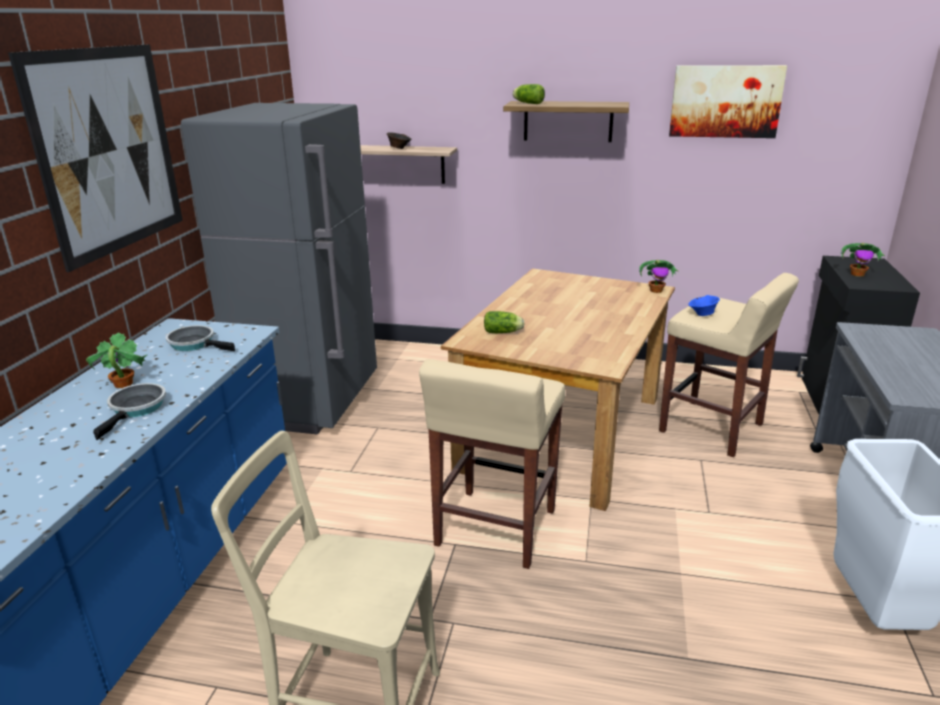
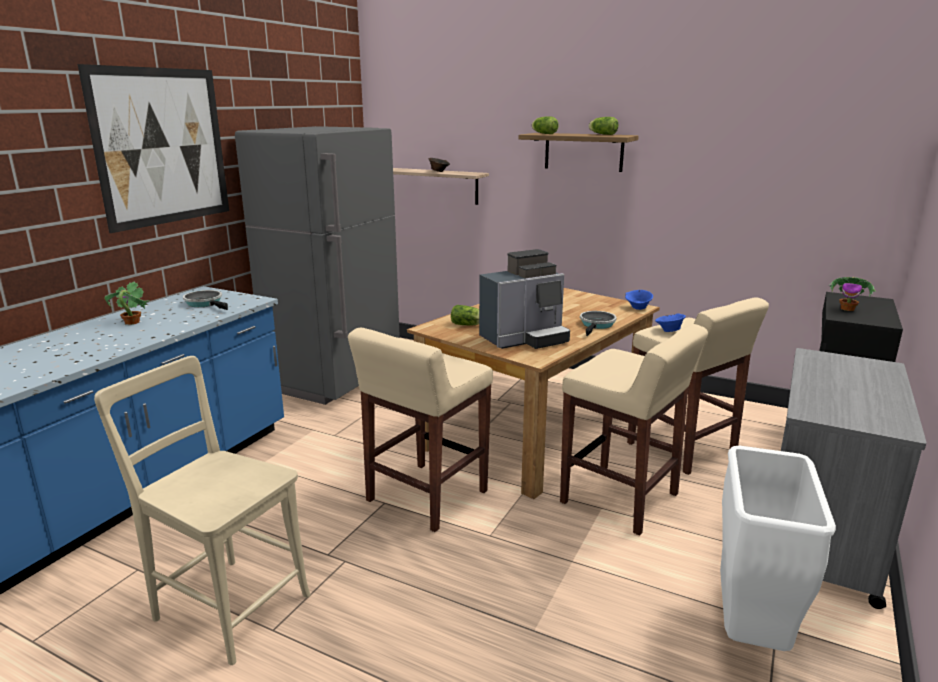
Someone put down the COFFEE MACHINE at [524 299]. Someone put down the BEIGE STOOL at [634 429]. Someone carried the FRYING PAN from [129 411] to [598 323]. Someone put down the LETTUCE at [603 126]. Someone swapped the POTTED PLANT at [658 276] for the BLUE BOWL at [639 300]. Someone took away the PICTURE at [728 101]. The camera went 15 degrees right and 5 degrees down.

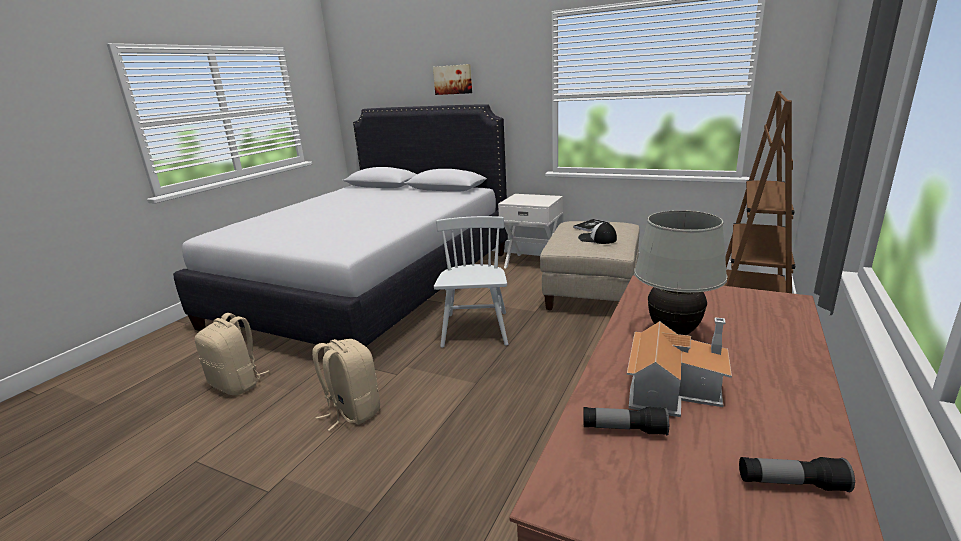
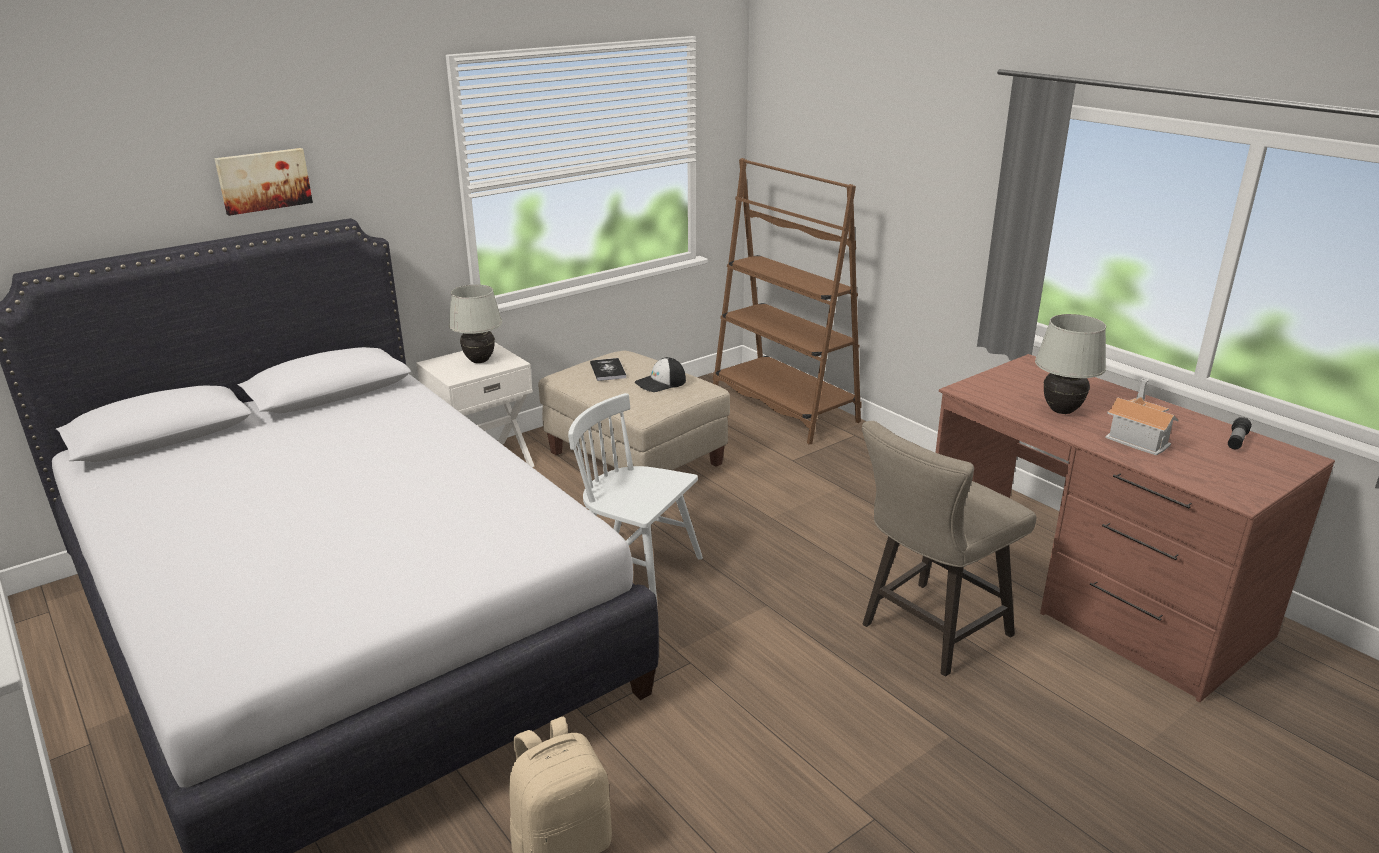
Someone put down the WHITE TABLE LAMP at [475 323]. Someone put down the BEIGE STOOL at [949 548]. Someone took away the BEIGE BACKPACK at [346 385]. Someone took away the FLASHLIGHT at [626 421]. The camera went 65 degrees left and 5 degrees up.

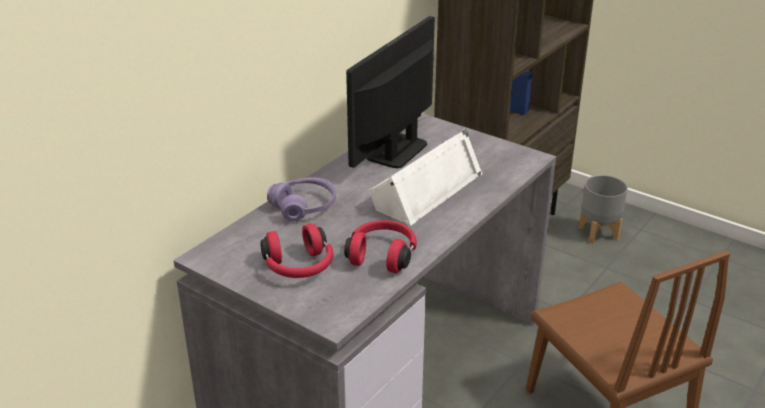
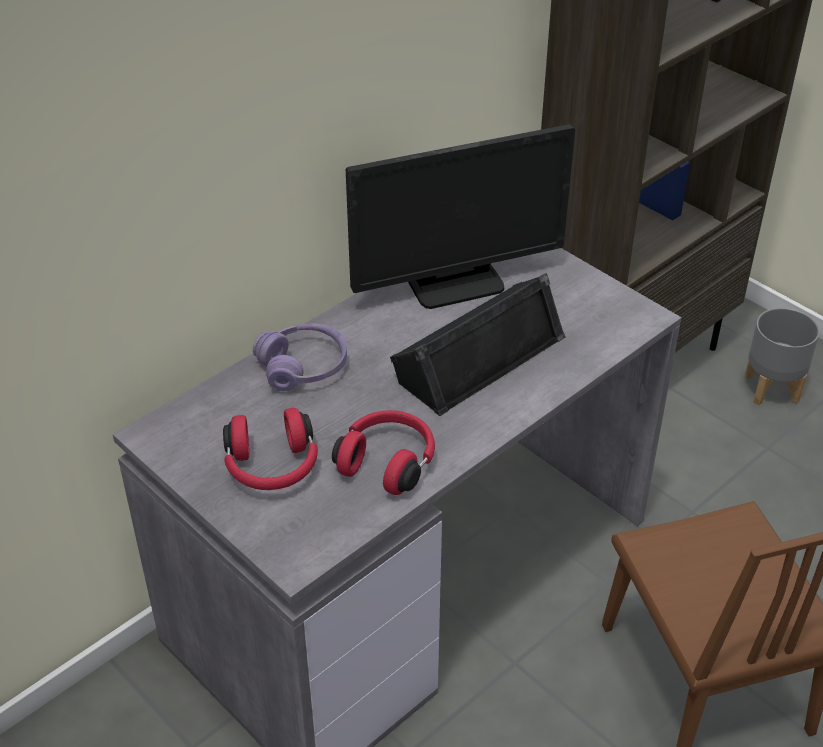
Someone rotated the MONITOR at [390 92] by 150 degrees counterclockwise. Someone repainted the WHITE SPEAKER at [425 177], which became the BLACK SPEAKER at [477 344]. The camera went 10 degrees right and 10 degrees up.

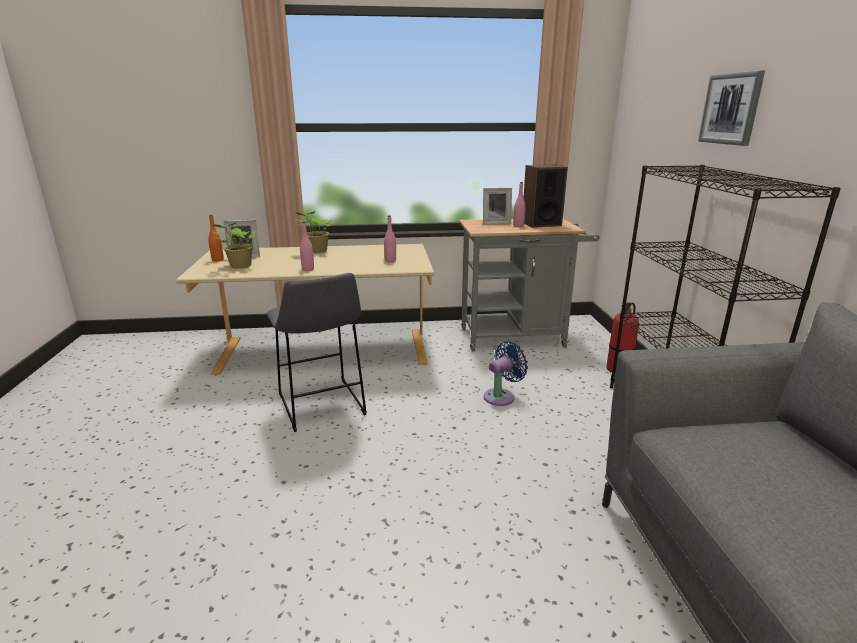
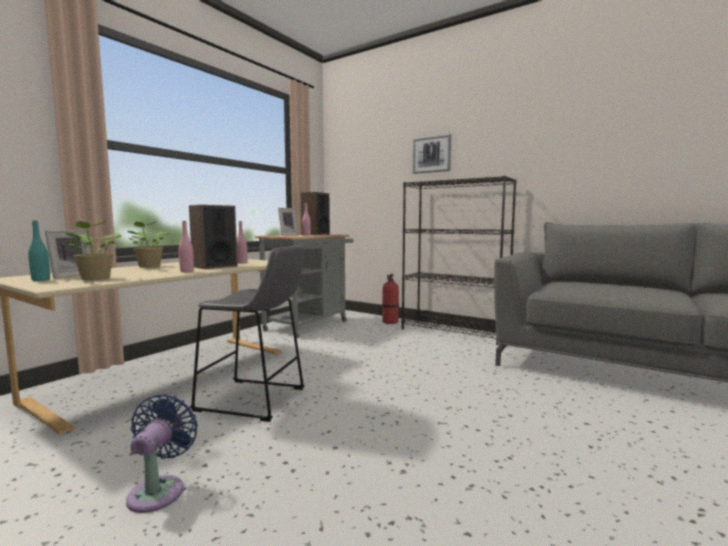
Someone repainted the ORANGE BOTTLE at [216 238], which became the TURQUOISE BOTTLE at [39 251]. Someone carried the BLUE FAN from [506 373] to [162 453]. Someone put down the SPEAKER at [213 237]. The camera went 50 degrees left and 15 degrees down.

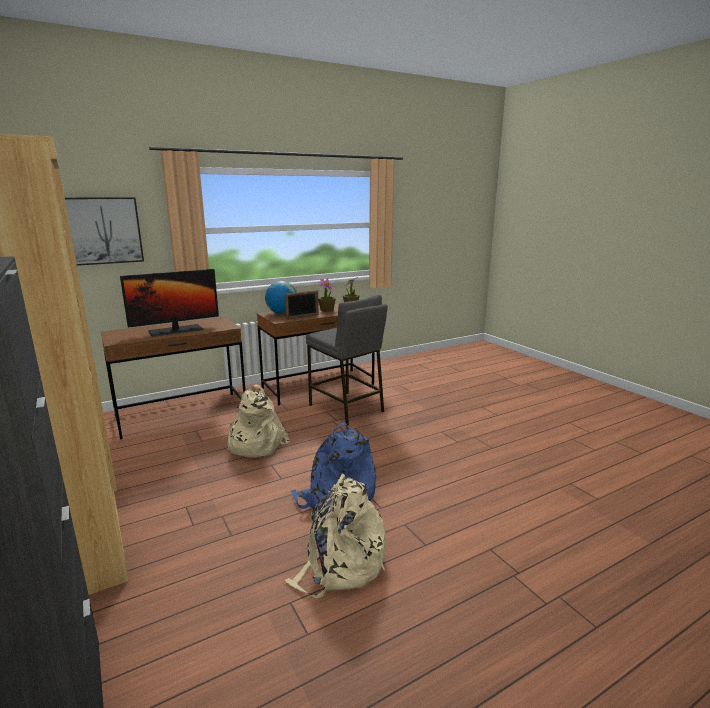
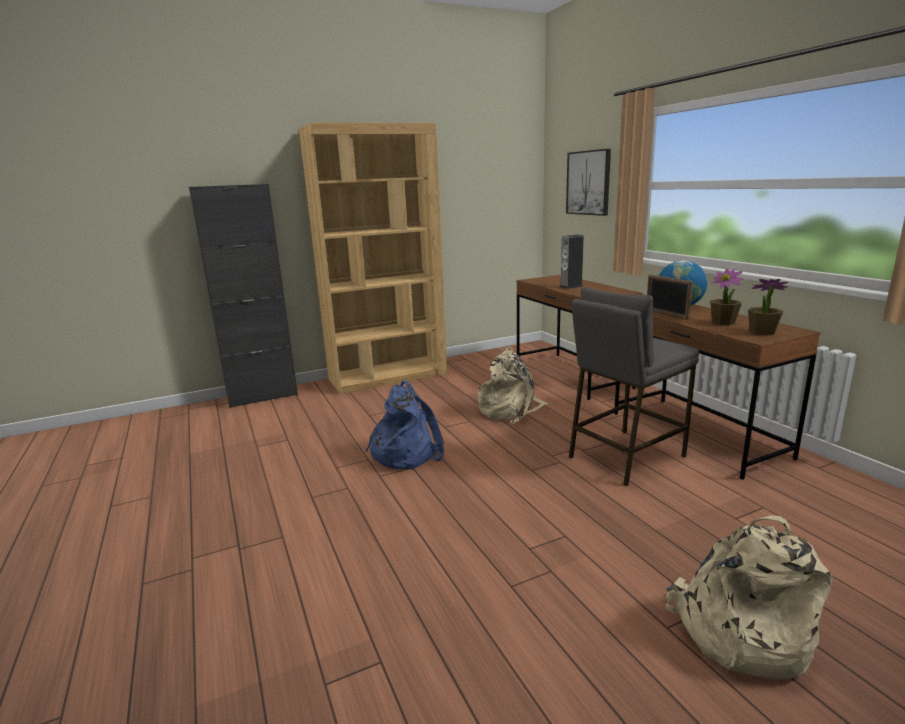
Someone swapped the MONITOR at [169 303] for the SPEAKER at [572 262]. Someone carried the BEIGE BACKPACK from [335 535] to [749 597]. The camera went 95 degrees right and 0 degrees up.

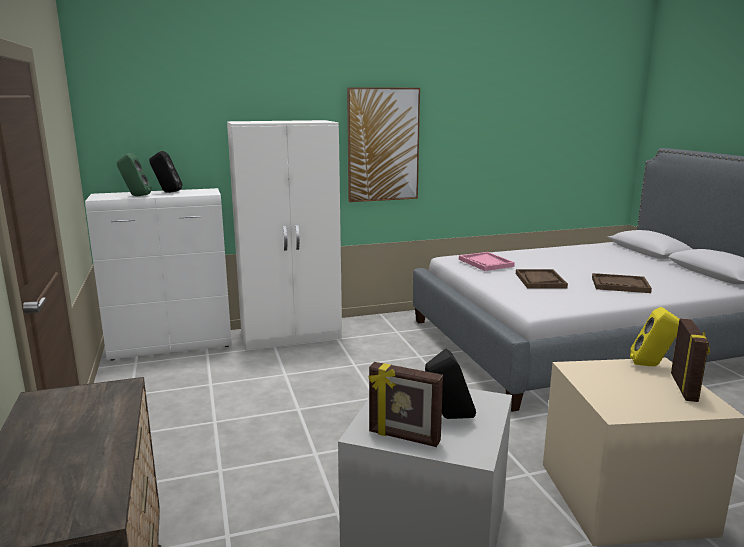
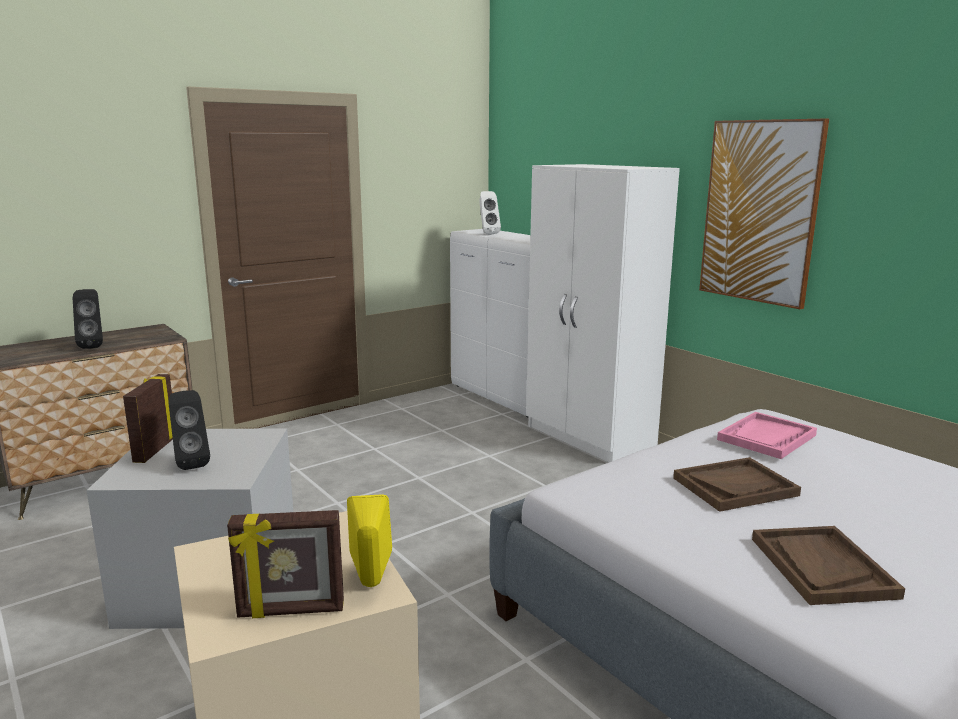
Someone carried the BLACK SPEAKER from [165 172] to [88 319]. Someone repainted the GREEN SPEAKER at [134 174], which became the WHITE SPEAKER at [490 213]. The camera went 70 degrees right and 0 degrees up.

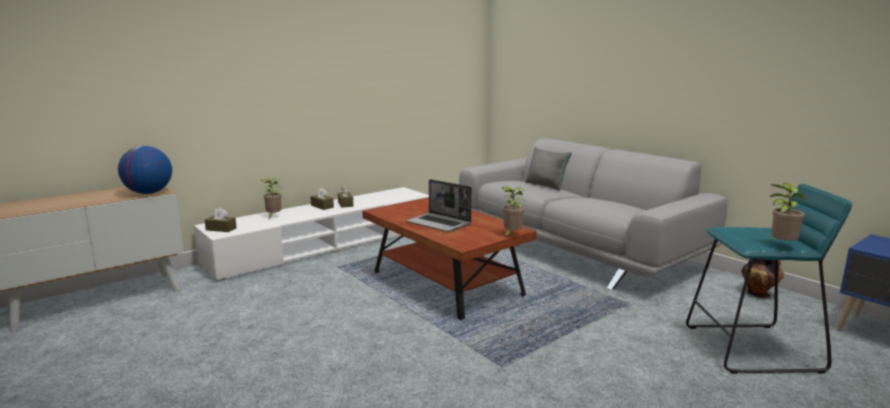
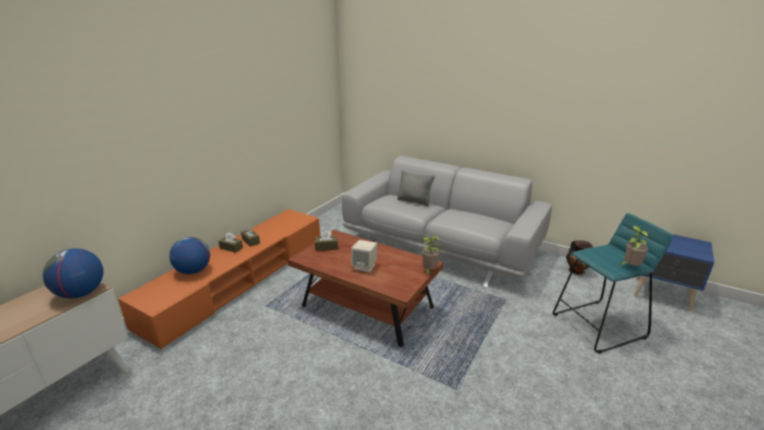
Someone repainted the WHITE TV STAND at [311 234], which became the ORANGE TV STAND at [219 279]. Someone swapped the POTTED PLANT at [271 198] for the GLOBE at [189 255]. Someone carried the BROWN TISSUE BOX from [221 220] to [326 240]. Someone swapped the LAPTOP at [439 205] for the BEIGE SPEAKER at [364 256]. The camera went 20 degrees left and 10 degrees up.

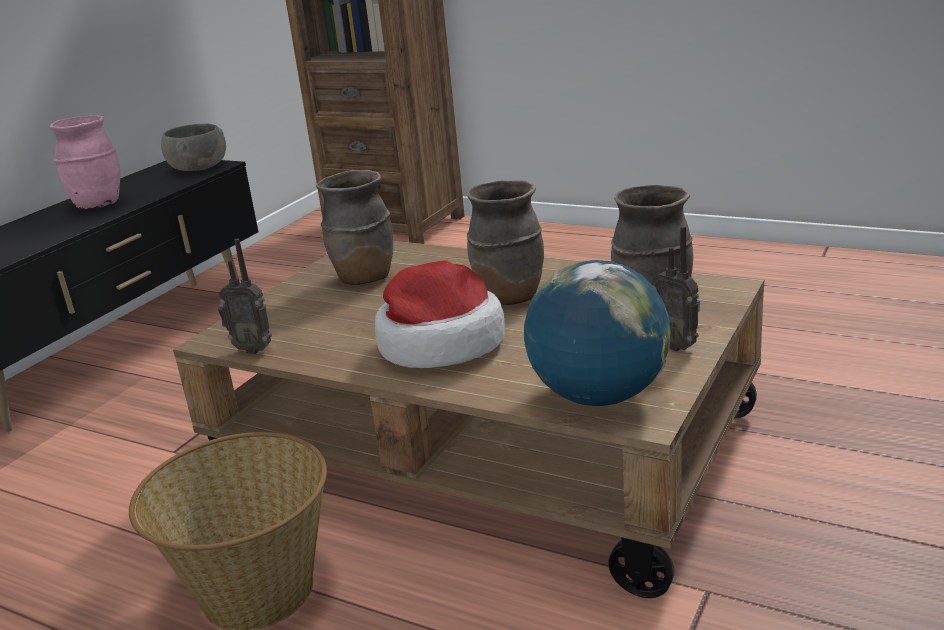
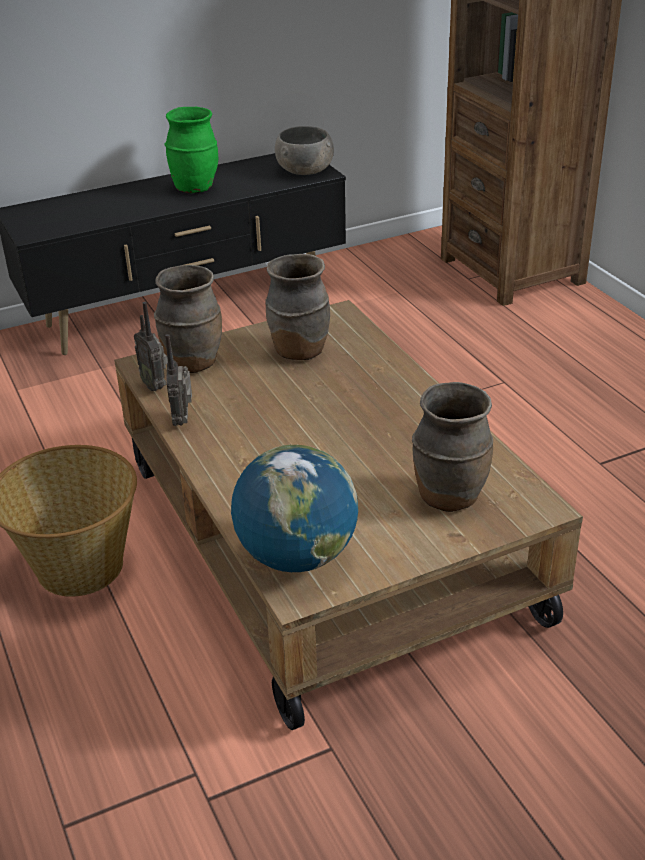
Someone carried the BROWN VASE from [505 242] to [188 319]. Someone repainted the PINK VASE at [85 162], which became the GREEN VASE at [191 150]. Someone carried the RADIO from [676 289] to [178 380]. Someone took away the HAT at [440 314]. The camera went 35 degrees right and 10 degrees up.

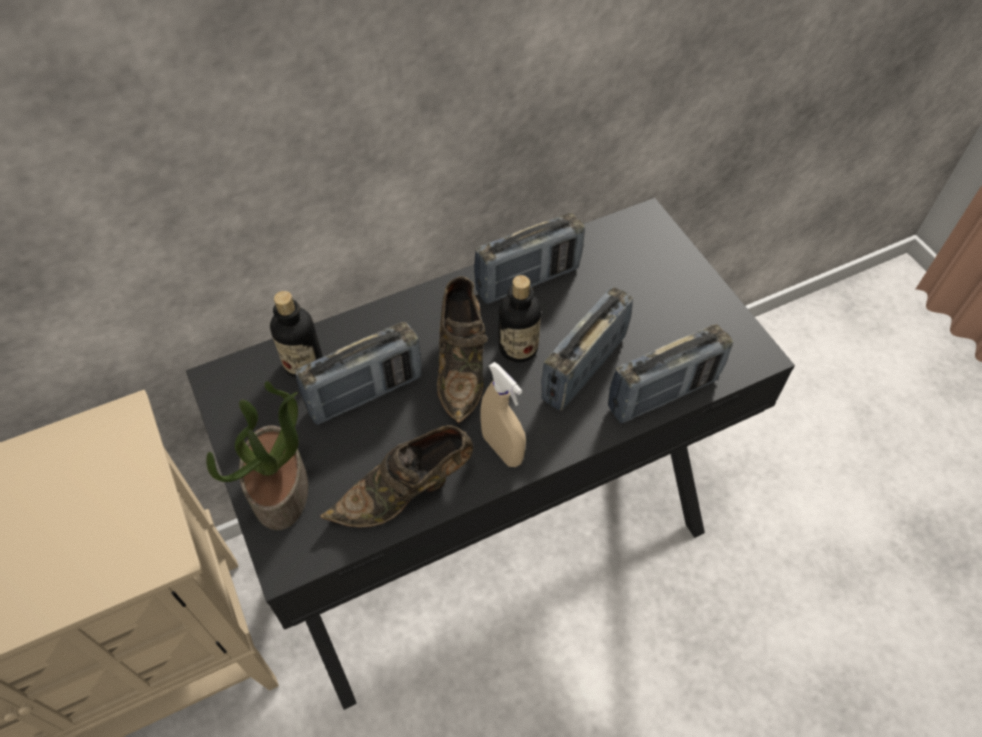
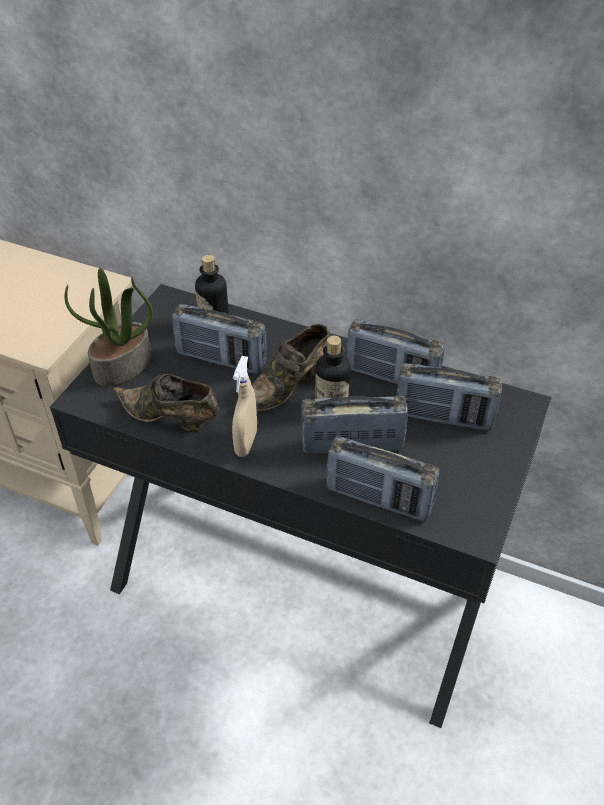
Someone put down the RADIO at [449 396]. The camera went 50 degrees right and 10 degrees down.

